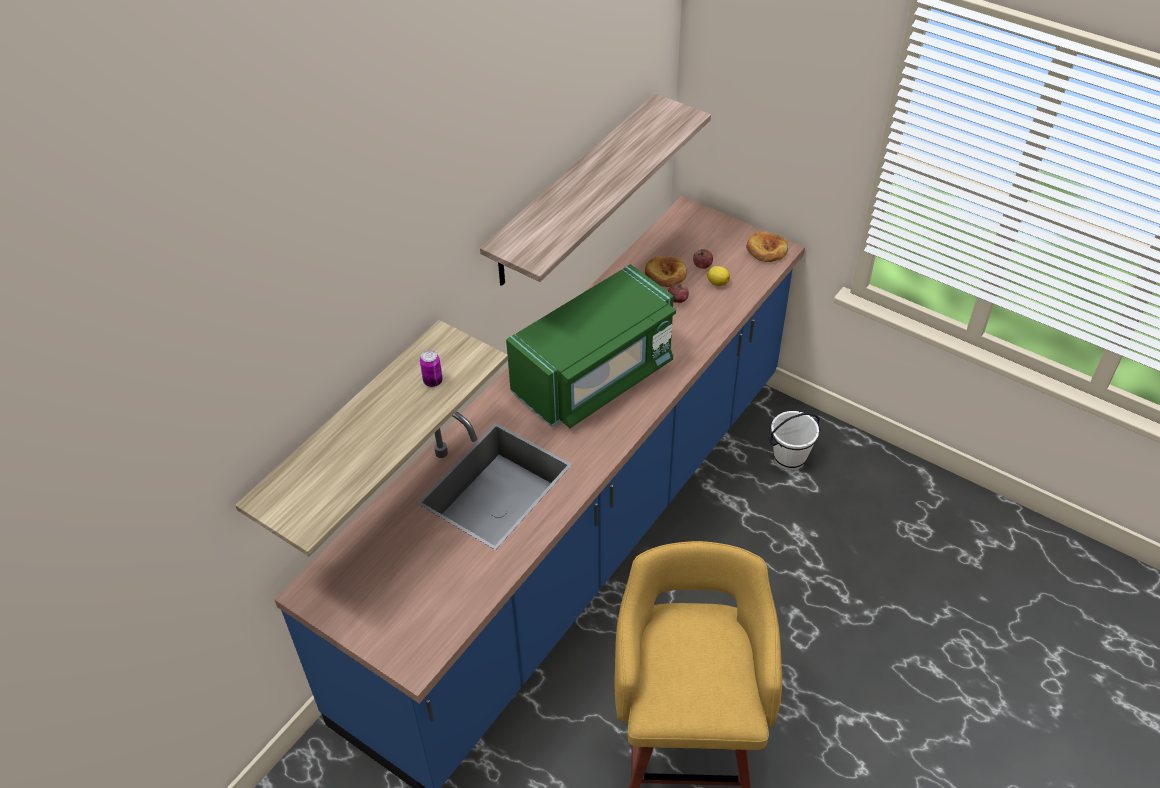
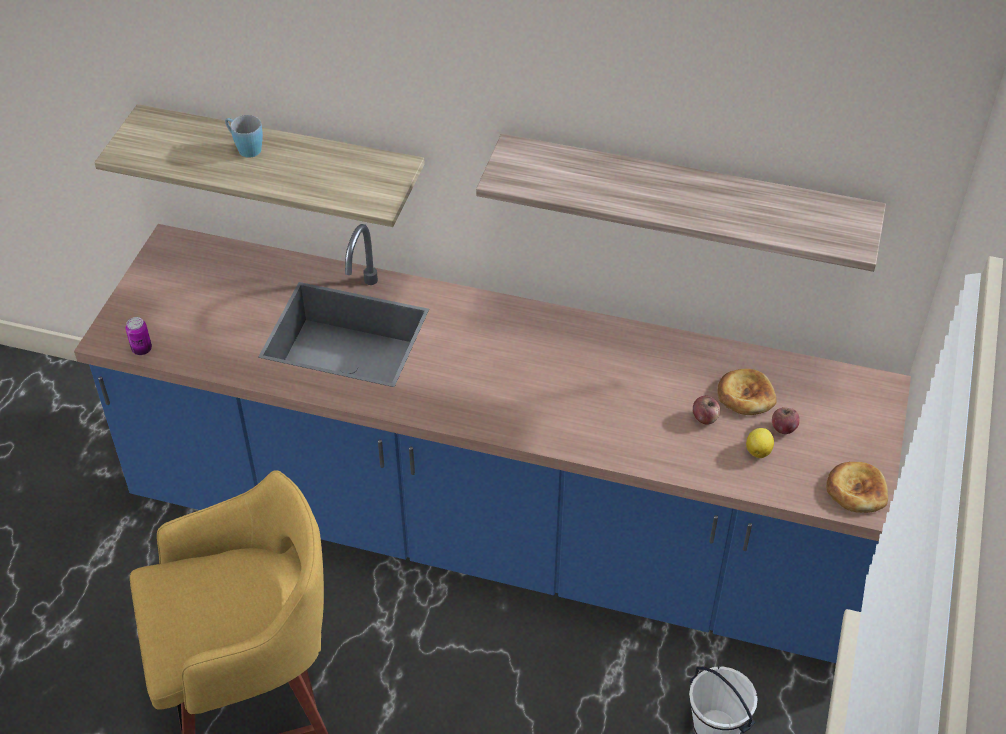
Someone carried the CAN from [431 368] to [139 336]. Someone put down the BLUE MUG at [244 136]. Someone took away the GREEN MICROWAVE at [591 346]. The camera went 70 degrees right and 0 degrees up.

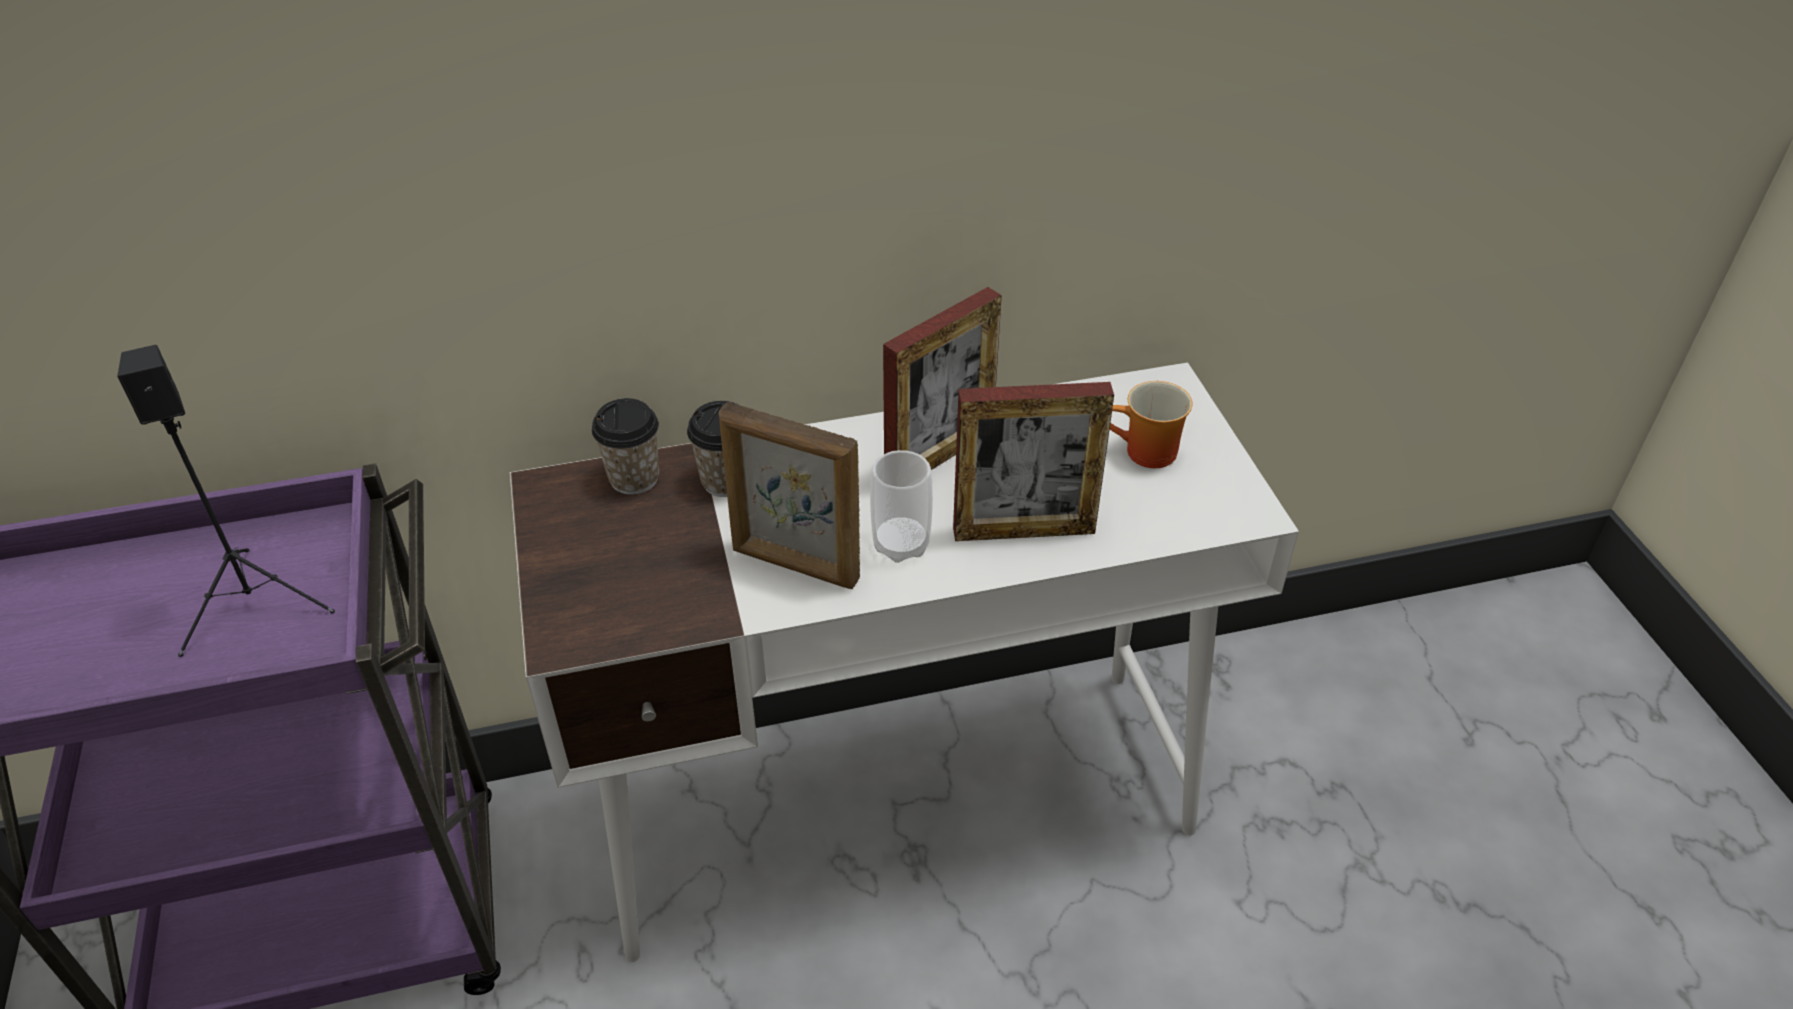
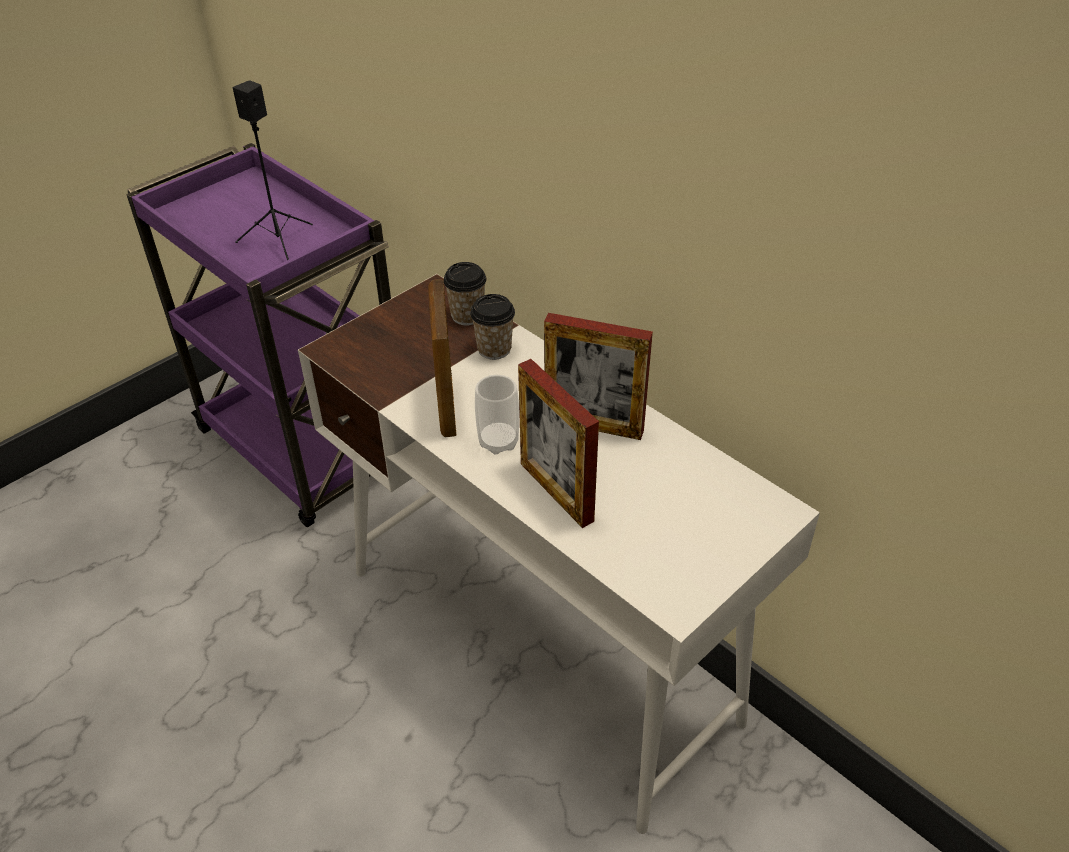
Someone took away the MUG at [1151 424]. The camera went 60 degrees right and 0 degrees up.

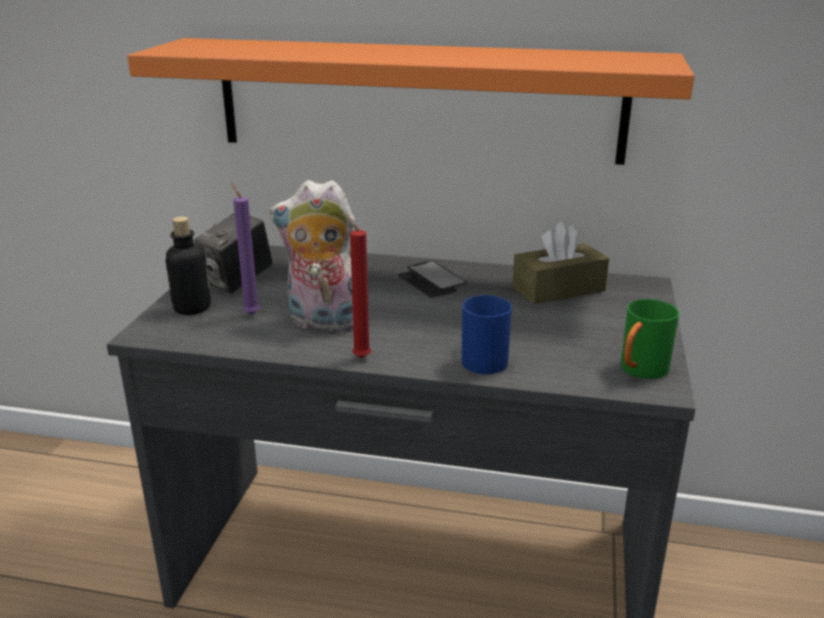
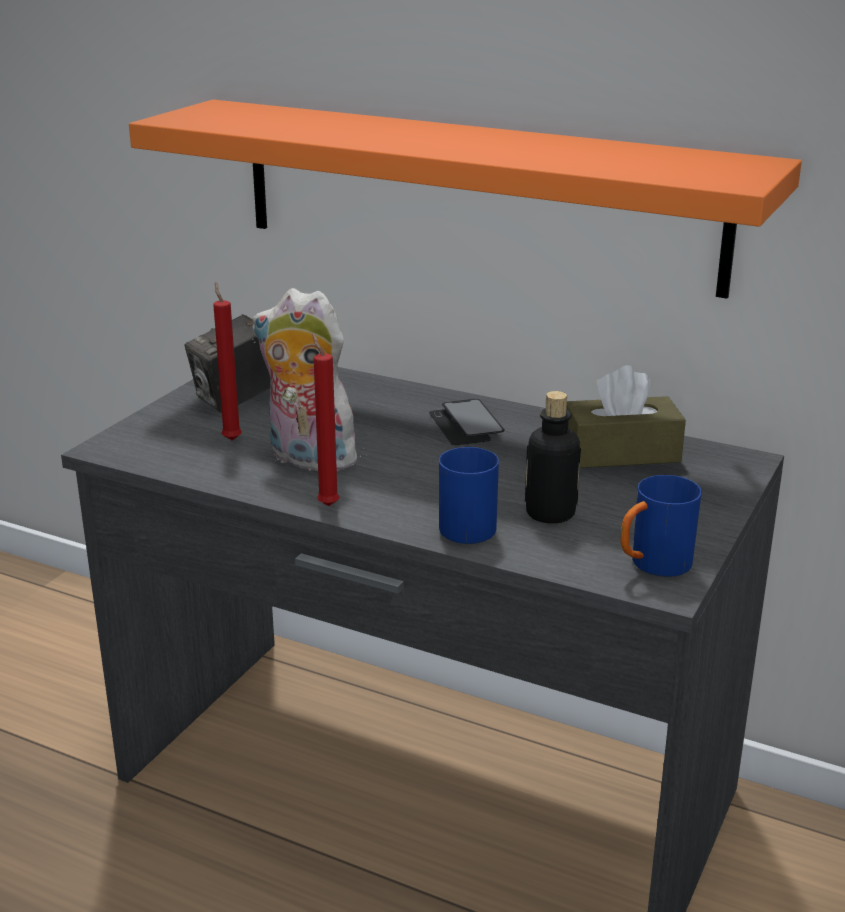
Someone repainted the PURPLE CANDLE at [245 248], which became the RED CANDLE at [227 361]. Someone carried the BOTTLE from [188 266] to [553 457]. Someone repainted the GREEN MUG at [650 339], which became the BLUE MUG at [661 525]. The camera went 15 degrees right and 0 degrees up.

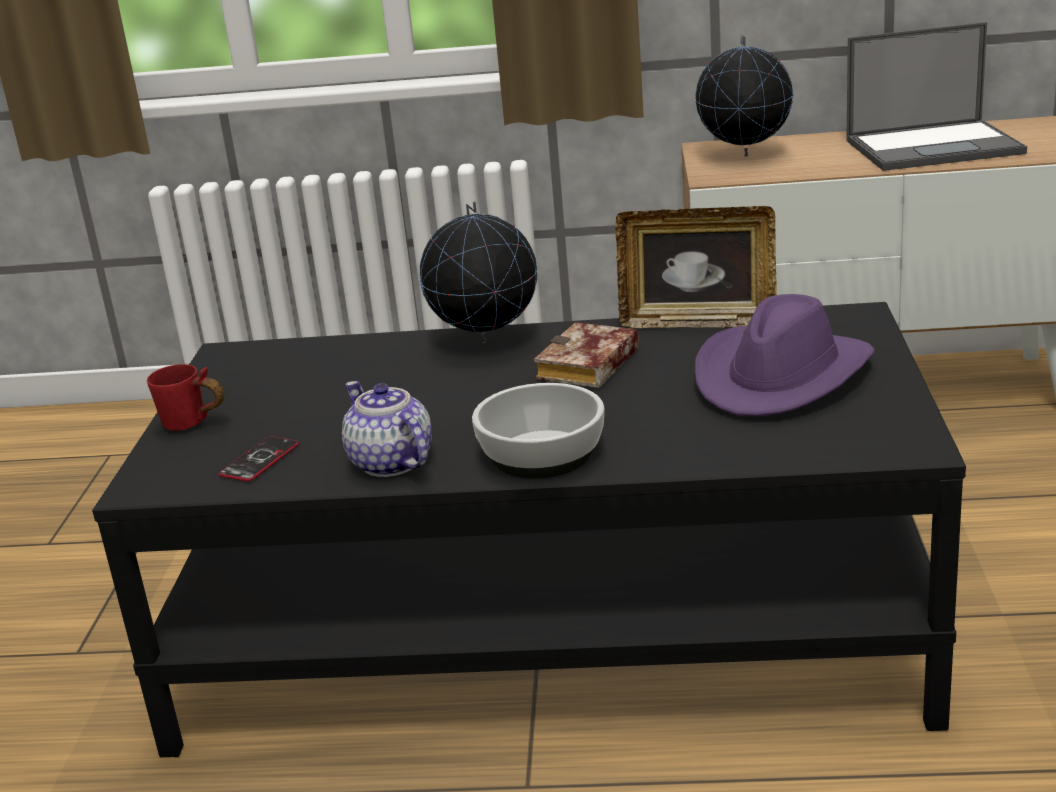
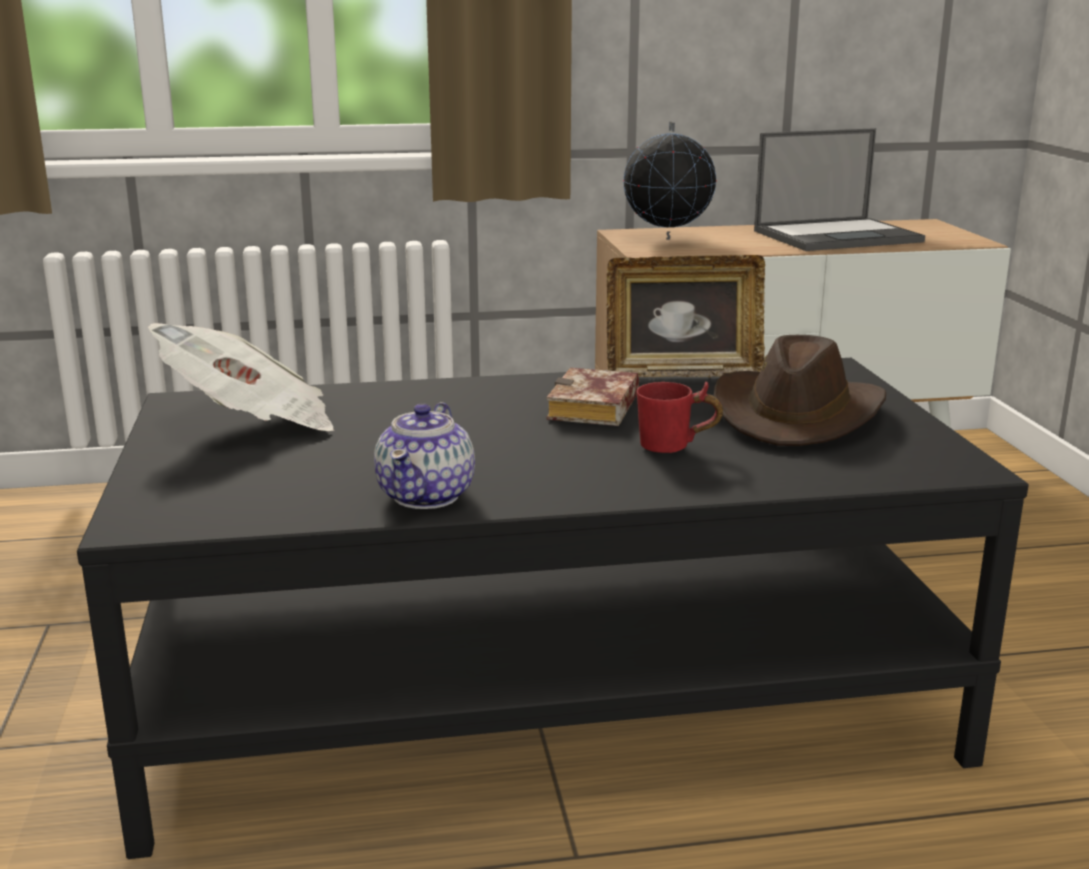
Someone put down the NEWSPAPER at [241 377]. Someone rotated the TEAPOT at [387 429] by 120 degrees counterclockwise. Someone carried the RED MUG from [185 397] to [680 417]. Someone repainted the PURPLE HAT at [785 355], which became the BROWN HAT at [799 390]. Someone took away the PHONE at [259 459]. Someone took away the GLOBE at [478 272]. Someone took away the BOWL at [538 430]. The camera went 15 degrees left and 5 degrees down.

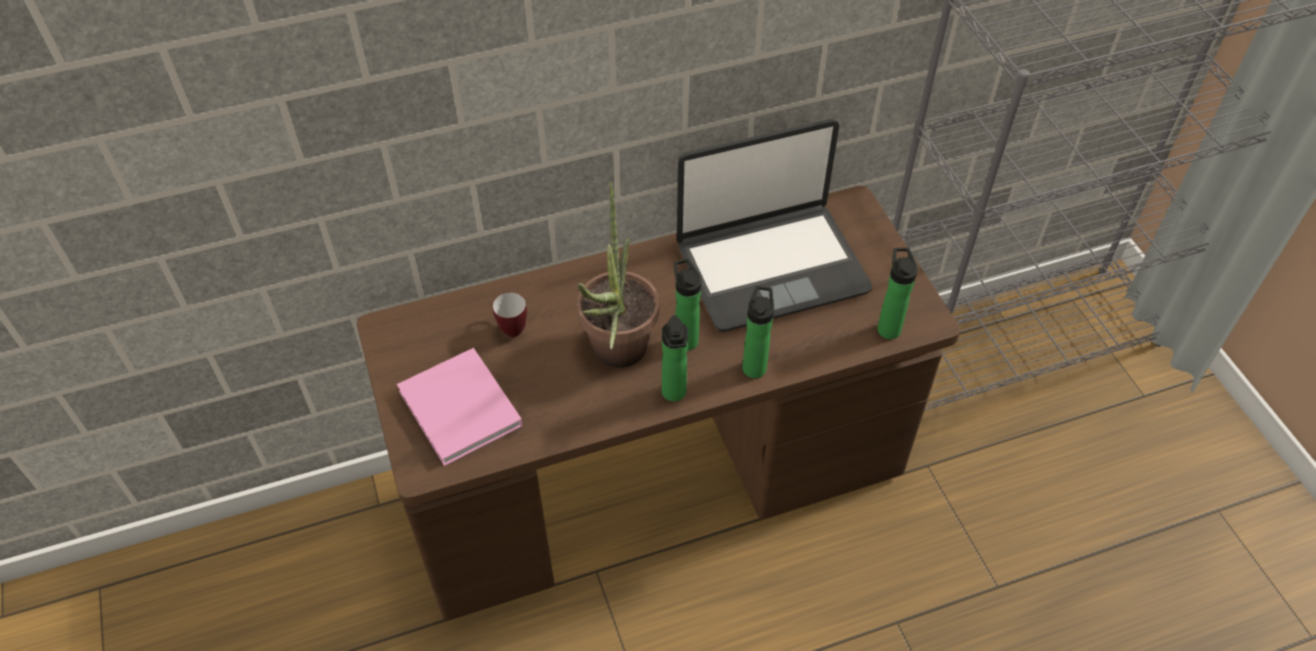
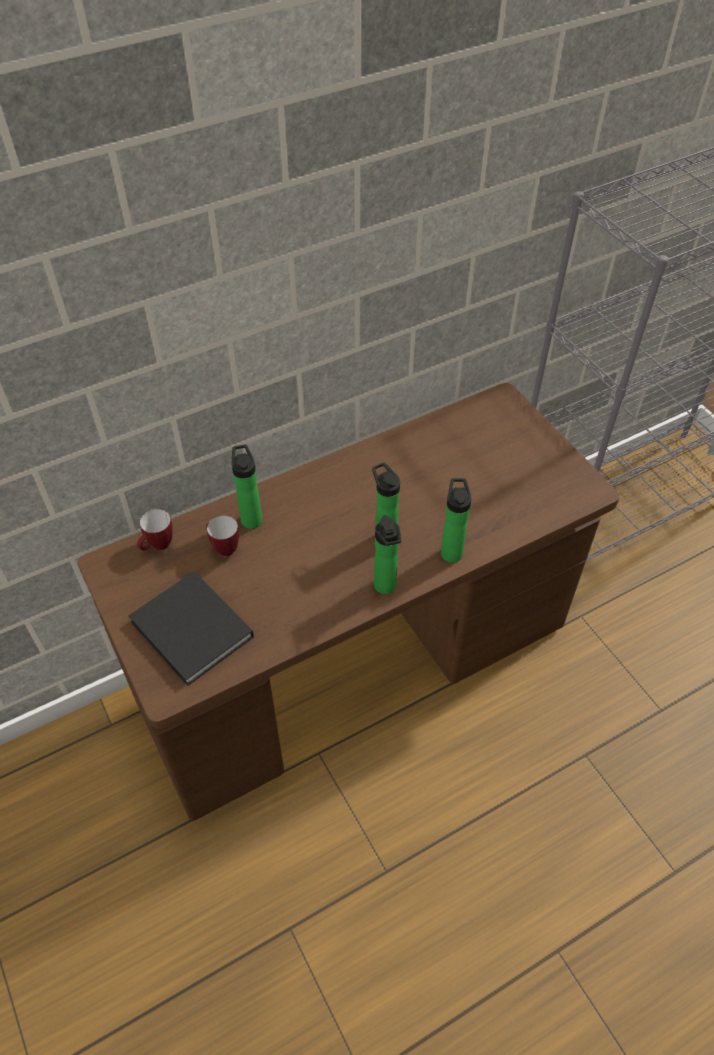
Someone repainted the PINK BOOK at [460 407], which became the BLACK BOOK at [191 628]. Someone put down the MUG at [155 530]. Someone carried the BOTTLE from [897 293] to [246 486]. Someone took away the POTTED PLANT at [618 274]. Someone took away the LAPTOP at [774 225]. The camera went 10 degrees left and 0 degrees up.

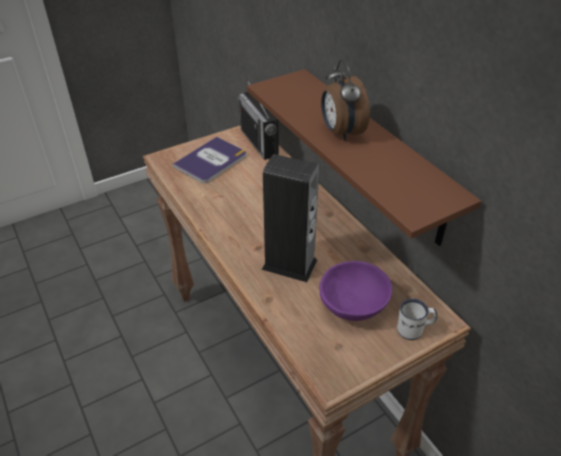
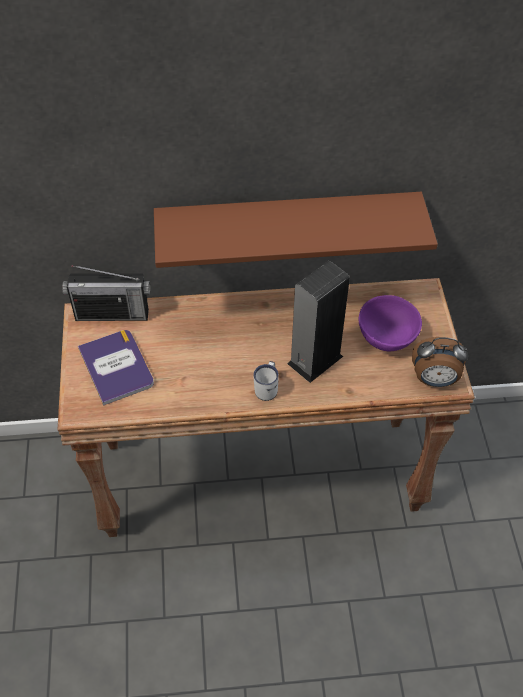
Someone carried the WHITE MUG from [417 319] to [266 381]. Someone carried the ALARM CLOCK from [345 100] to [440 362]. The camera went 65 degrees left and 10 degrees up.

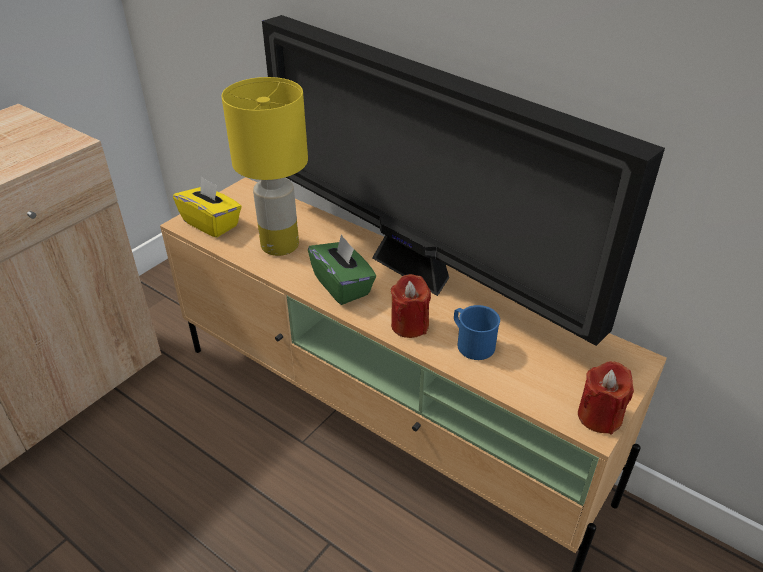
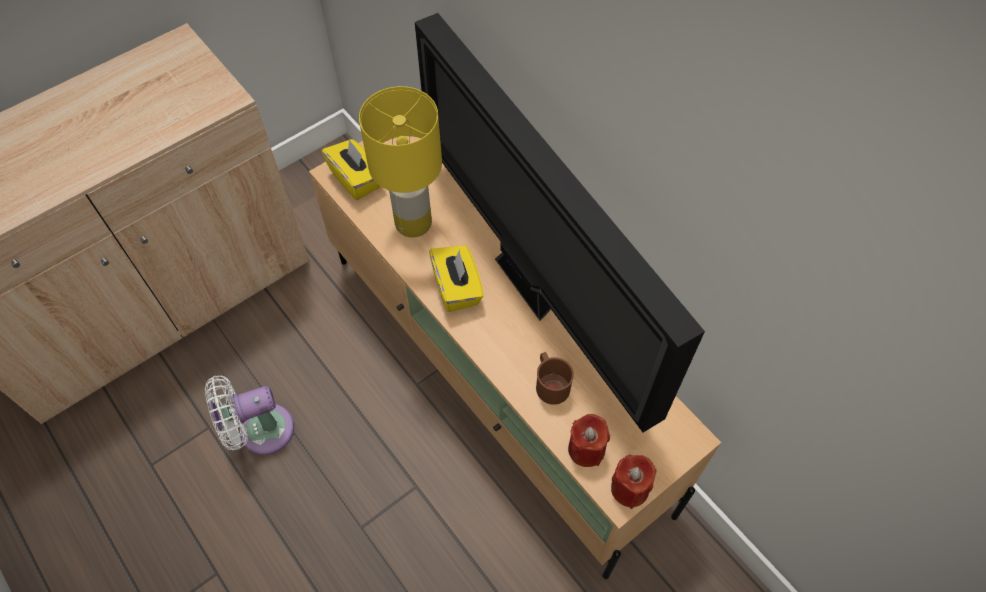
Someone put down the WHITE FAN at [249 415]. Someone repainted the GREEN TISSUE BOX at [342 269], which became the YELLOW TISSUE BOX at [456 279]. Someone repainted the BLUE MUG at [477 332], which became the BROWN MUG at [555 378]. Someone carried the RED CANDLE from [411 306] to [589 440]. The camera went 15 degrees right and 20 degrees up.

